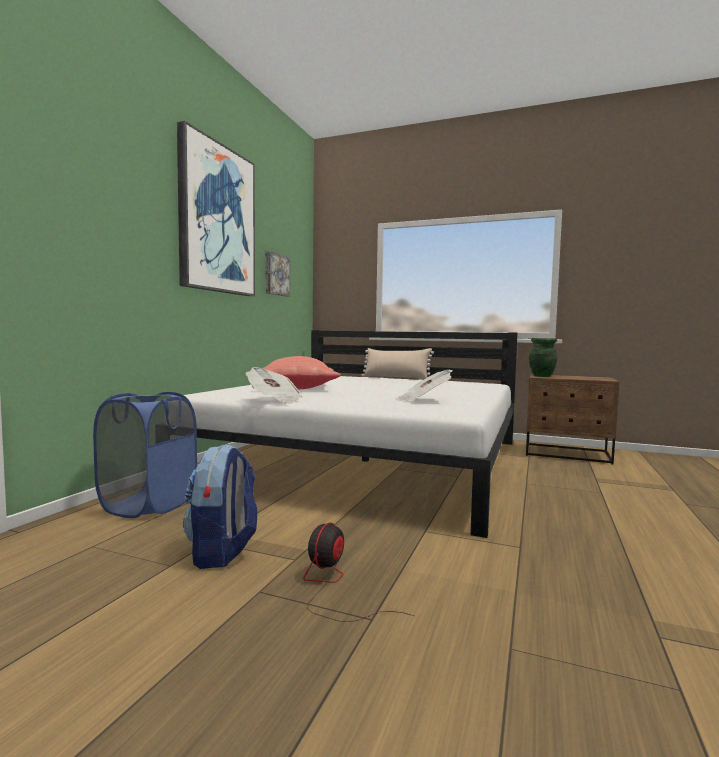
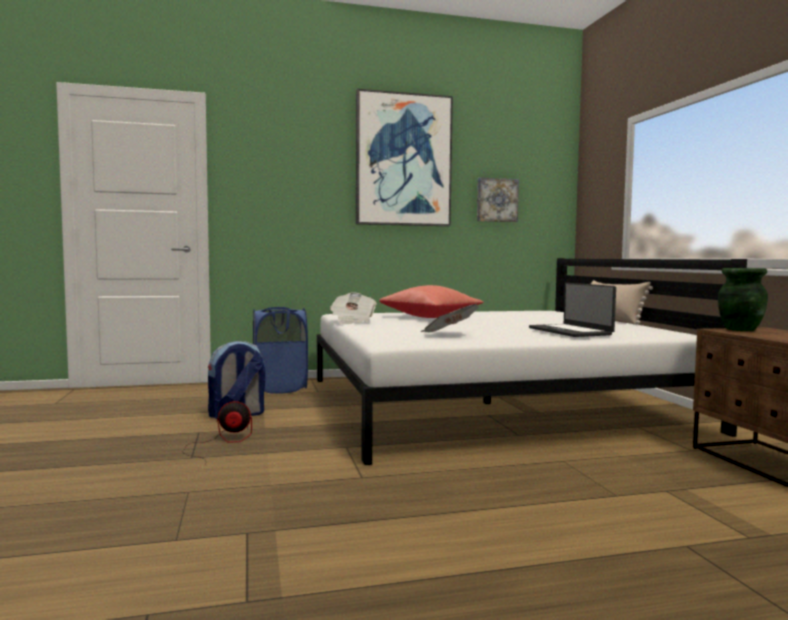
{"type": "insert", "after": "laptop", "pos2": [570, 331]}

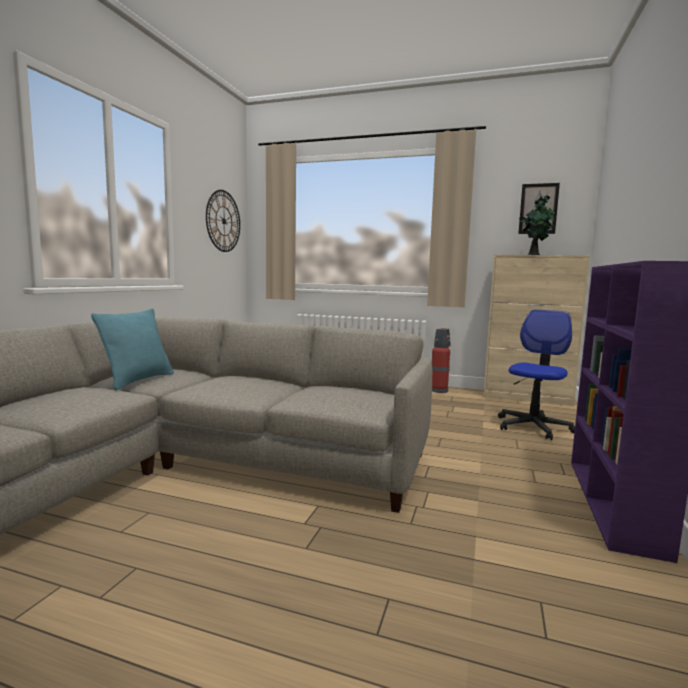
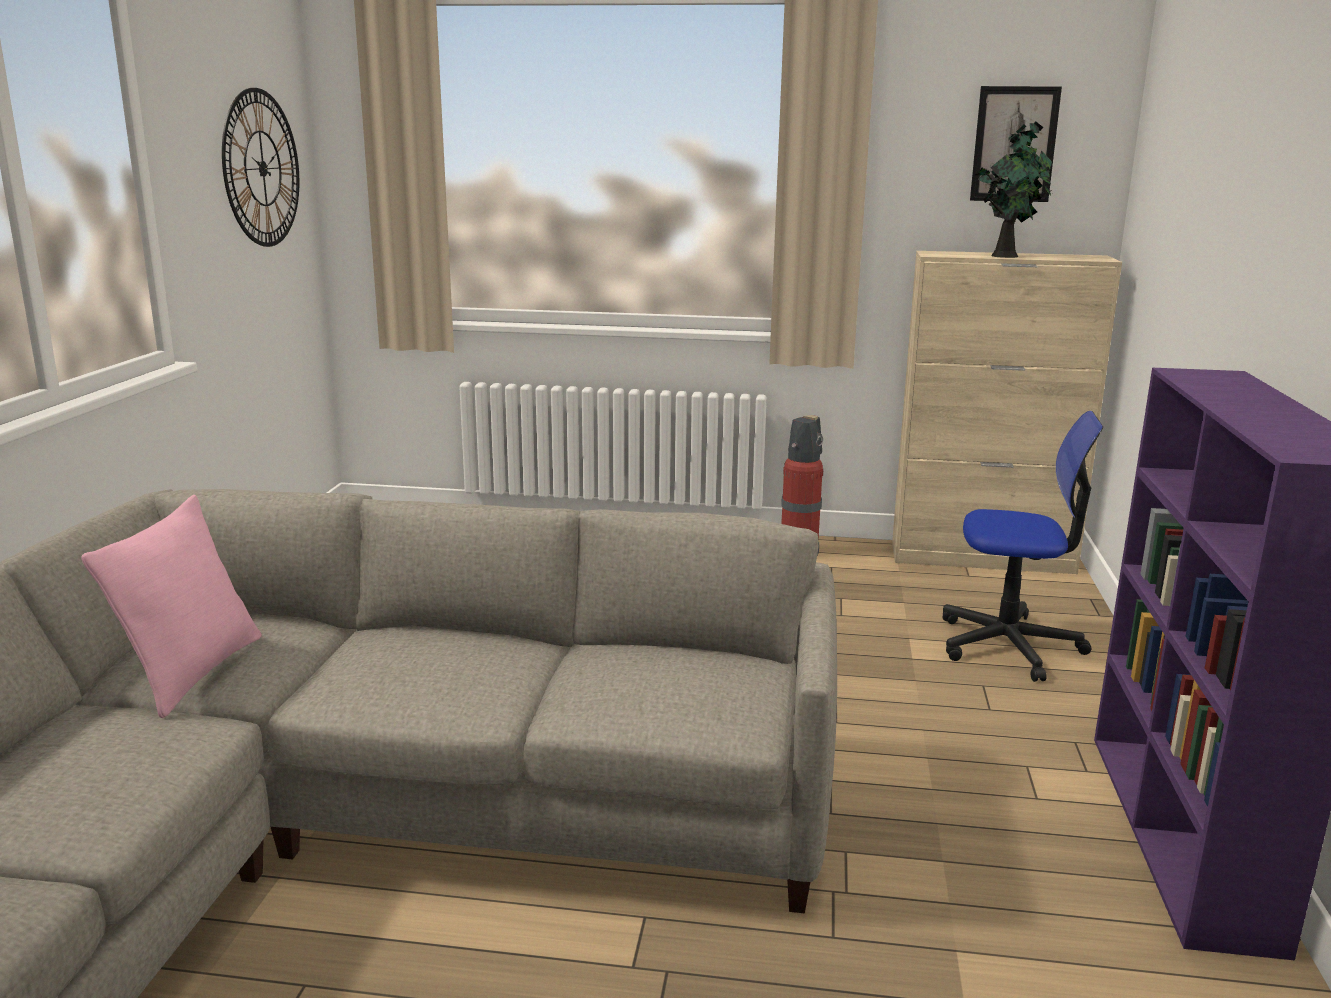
{"type": "recolor", "before": "pillow in blue-green", "after": "pillow in pink-coloured", "pos1": [138, 380], "pos2": [193, 673]}
{"type": "rotate", "before": "office chair", "pos1": [533, 427], "pos2": [1009, 645], "turn": 75}

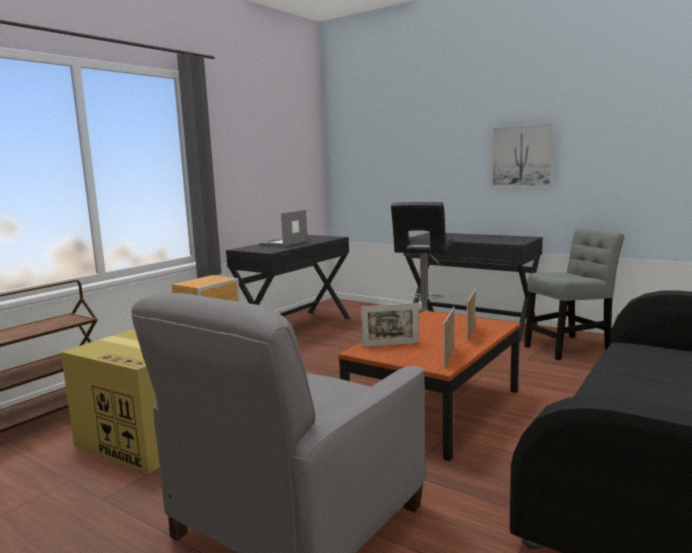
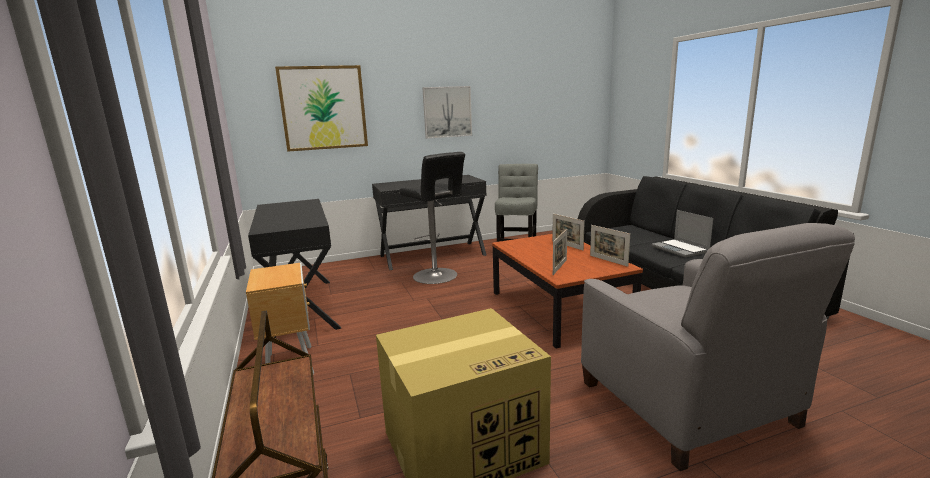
{"type": "insert", "after": "wall picture", "pos2": [323, 108]}
{"type": "move", "before": "laptop", "pos1": [284, 243], "pos2": [681, 249]}

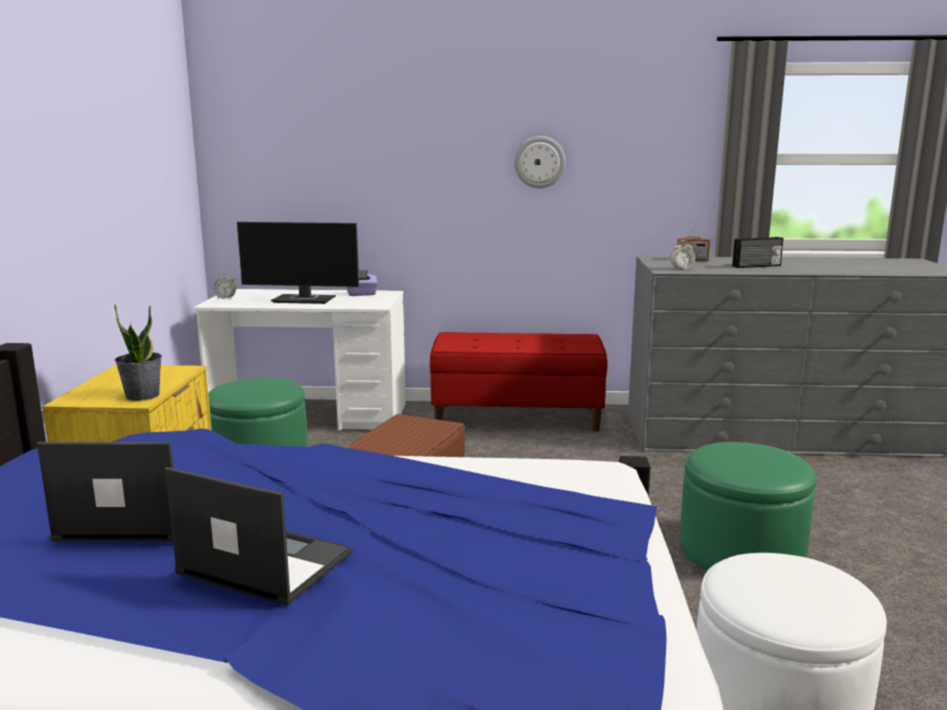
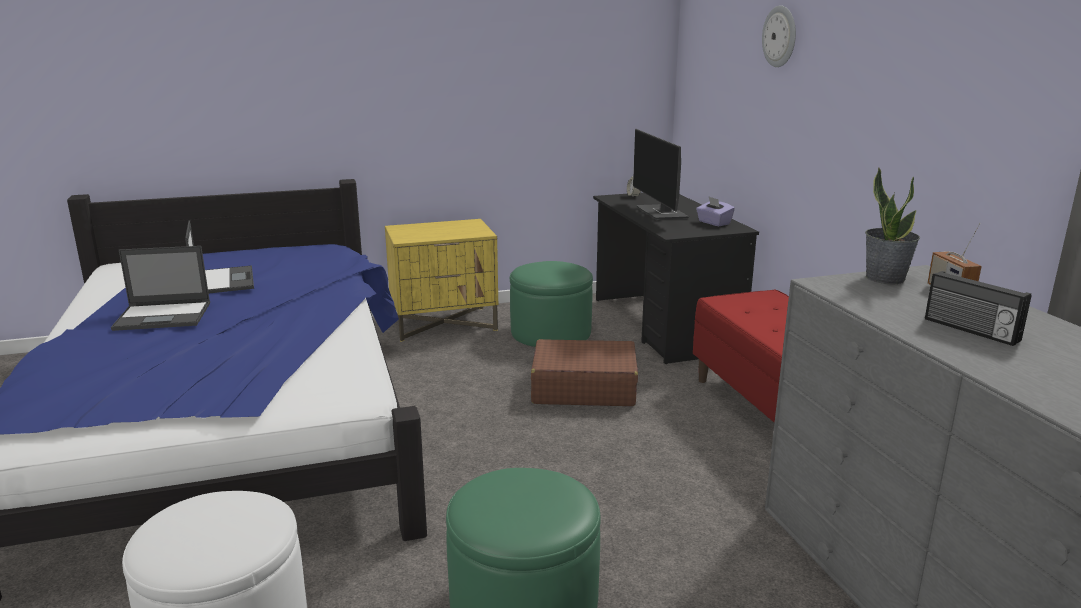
{"type": "rotate", "before": "laptop", "pos1": [263, 562], "pos2": [164, 316], "turn": 75}
{"type": "recolor", "before": "desk unit in white-coloured", "after": "desk unit in blackish", "pos1": [311, 416], "pos2": [664, 325]}
{"type": "move", "before": "clock on the wall", "pos1": [539, 162], "pos2": [780, 36]}
{"type": "move", "before": "plant in a pot", "pos1": [142, 395], "pos2": [885, 278]}
{"type": "delete", "before": "alarm clock", "pos1": [681, 269]}

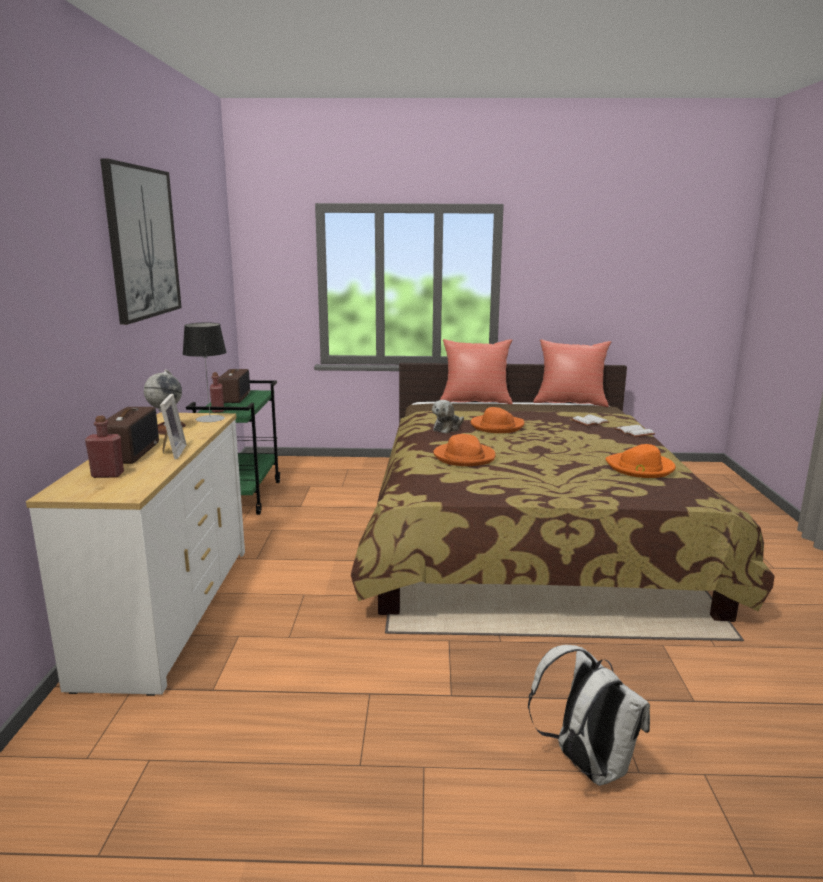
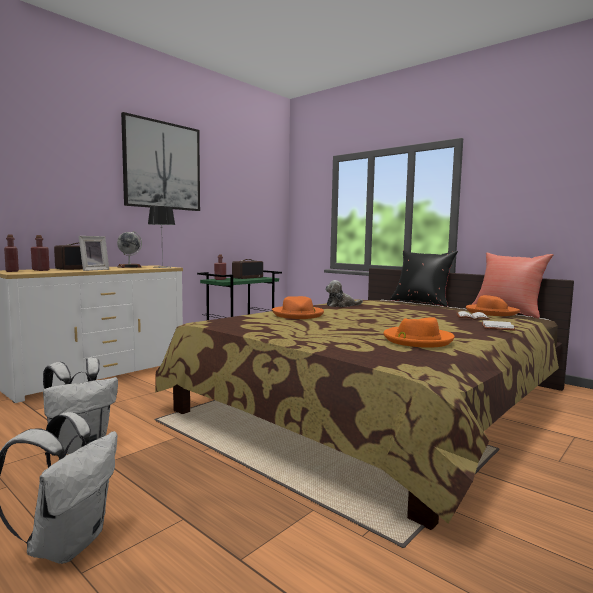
{"type": "insert", "after": "drink bottle in reddish", "pos2": [12, 271]}
{"type": "insert", "after": "knapsack in white-coloured", "pos2": [80, 445]}
{"type": "recolor", "before": "pillow in reddish", "after": "pillow in blackish", "pos1": [475, 401], "pos2": [421, 302]}
{"type": "move", "before": "hat in orange", "pos1": [497, 426], "pos2": [491, 312]}

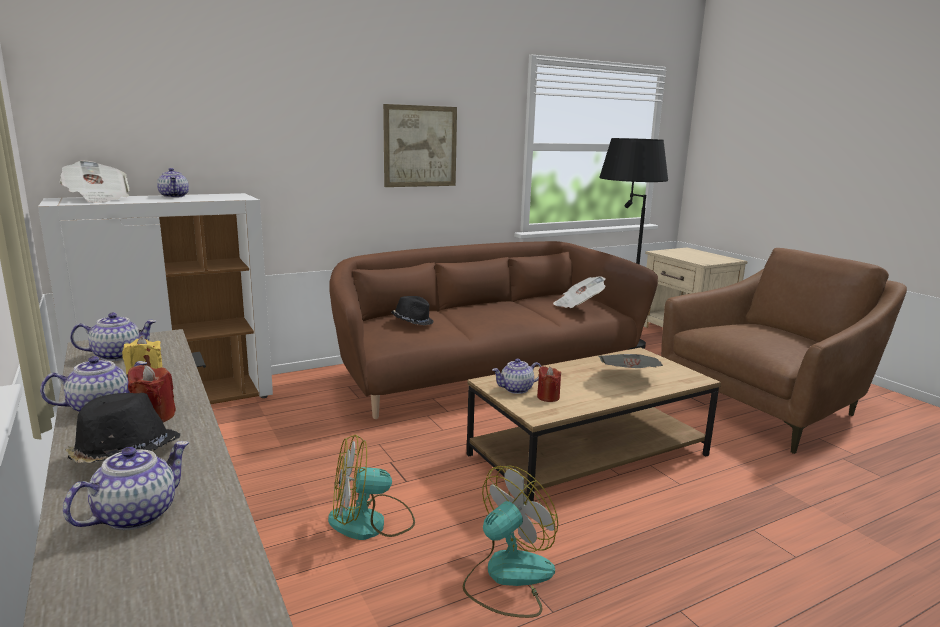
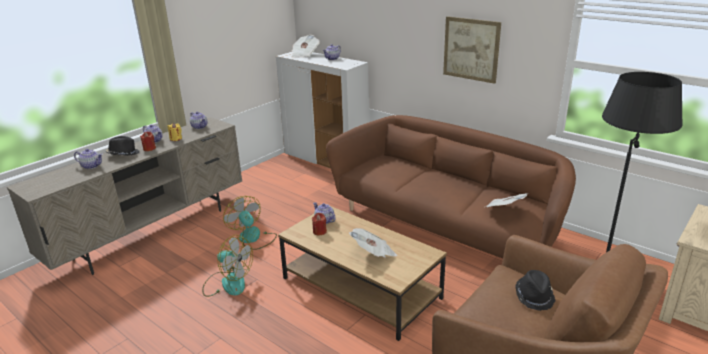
{"type": "move", "before": "hat in blackish", "pos1": [412, 321], "pos2": [534, 296]}

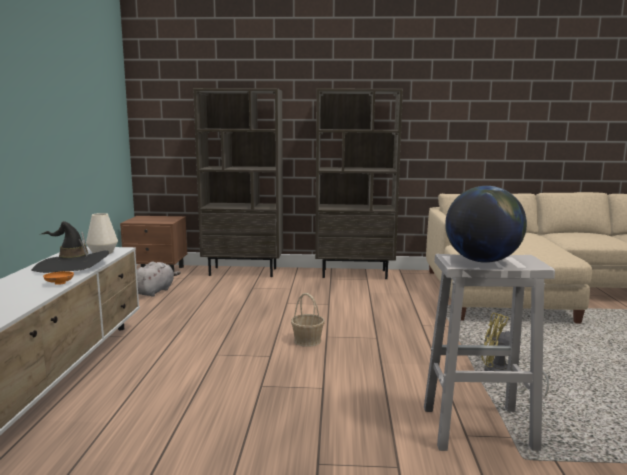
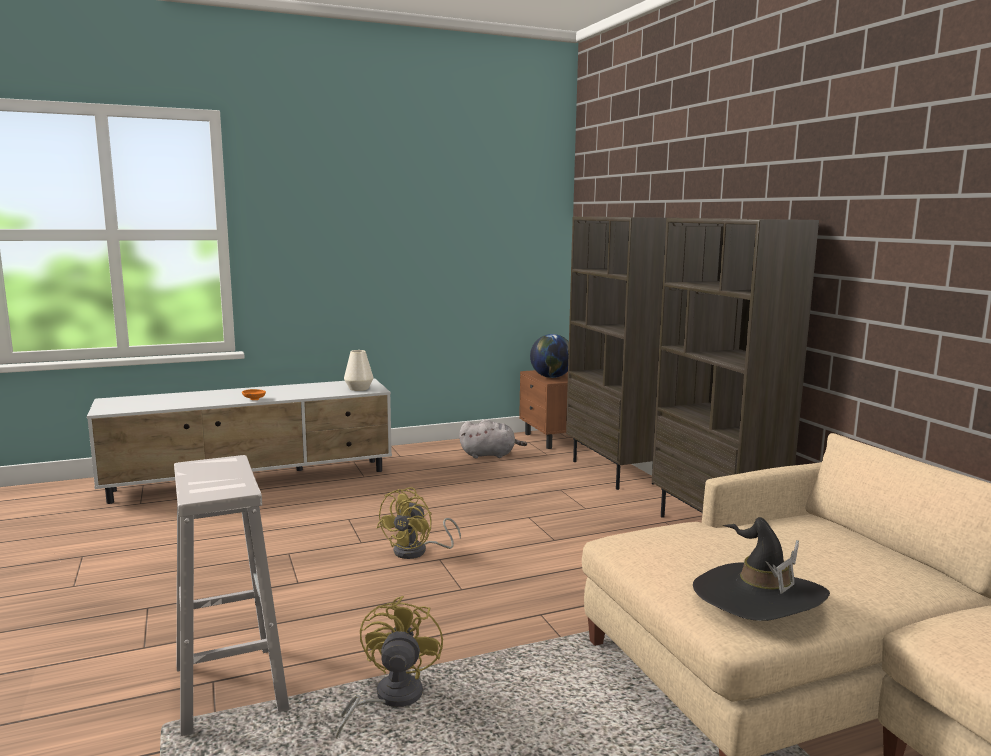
{"type": "replace", "before": "basket", "after": "fan in yellow-coloured", "pos1": [307, 340], "pos2": [417, 551]}
{"type": "move", "before": "globe", "pos1": [482, 261], "pos2": [551, 377]}
{"type": "move", "before": "hat in blackish", "pos1": [71, 266], "pos2": [758, 597]}

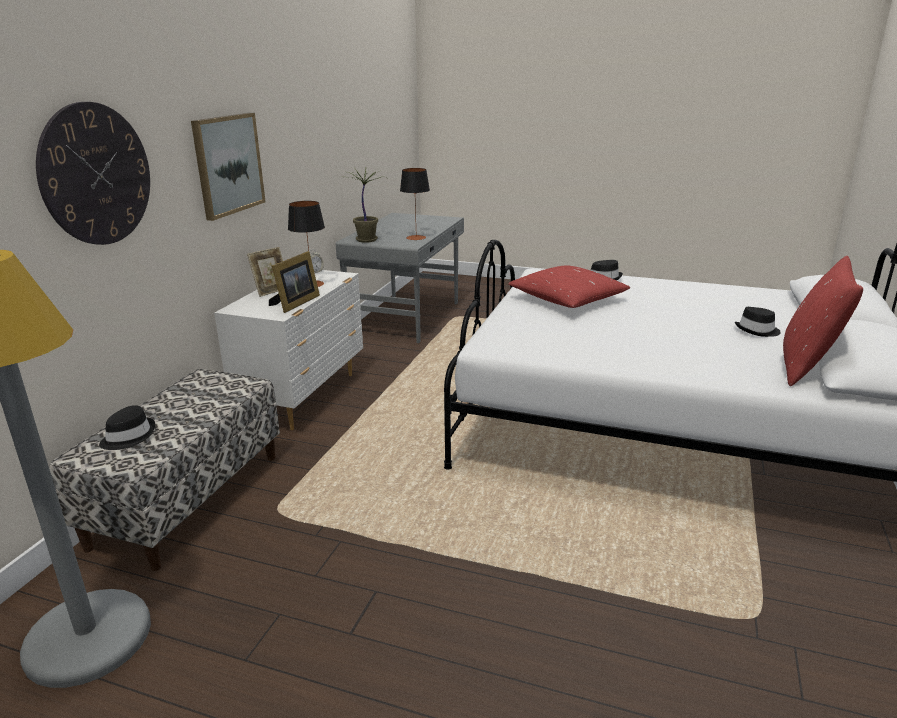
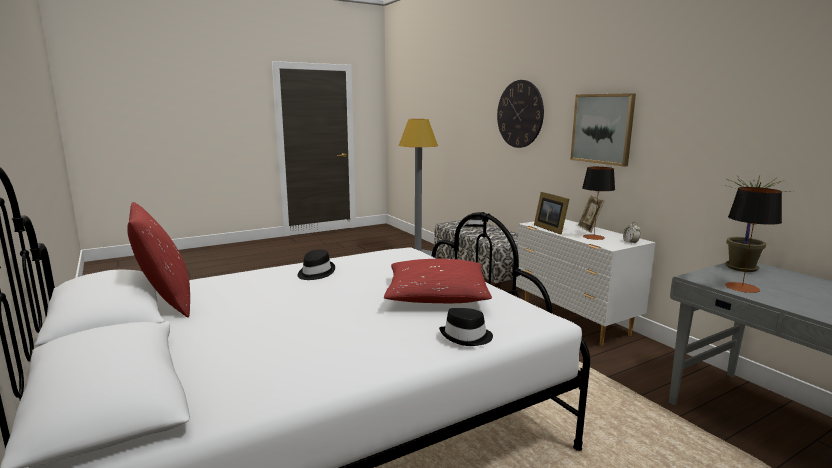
{"type": "move", "before": "hat in blackish", "pos1": [757, 330], "pos2": [315, 273]}

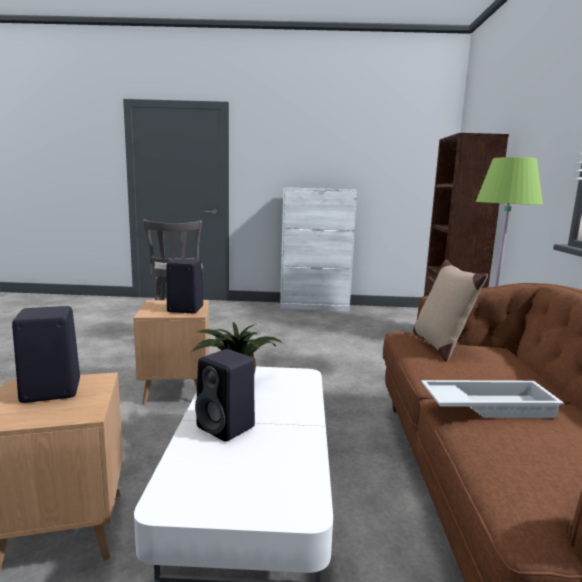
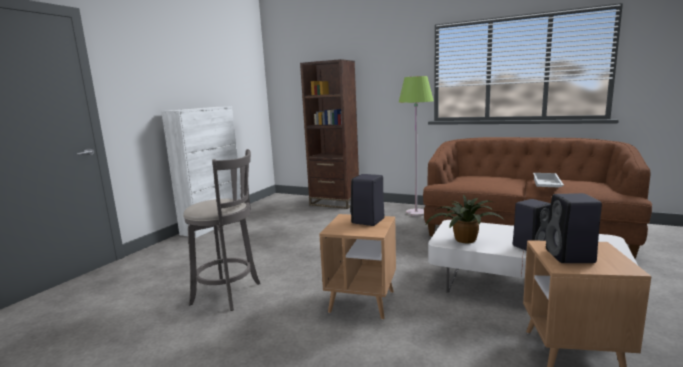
{"type": "delete", "before": "pillow in sand-coloured", "pos1": [440, 345]}

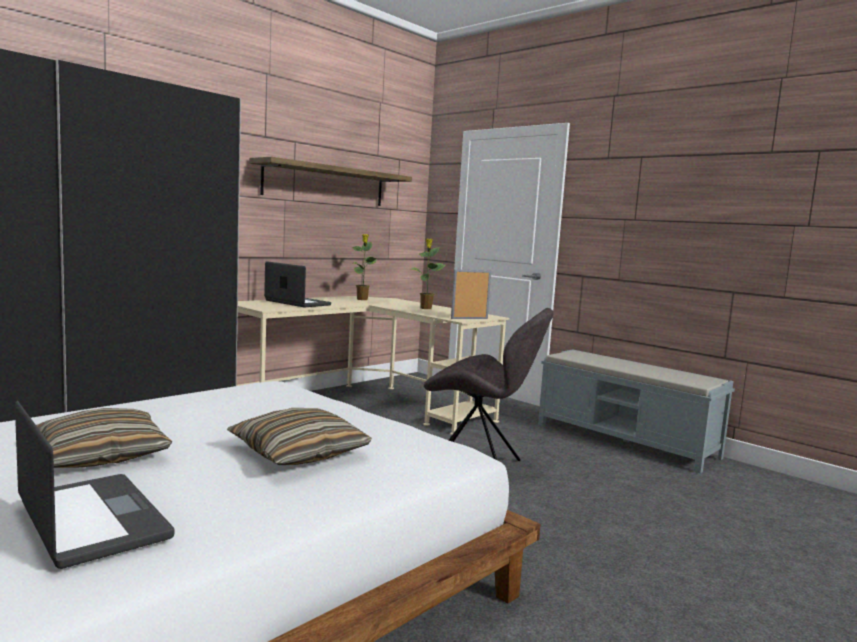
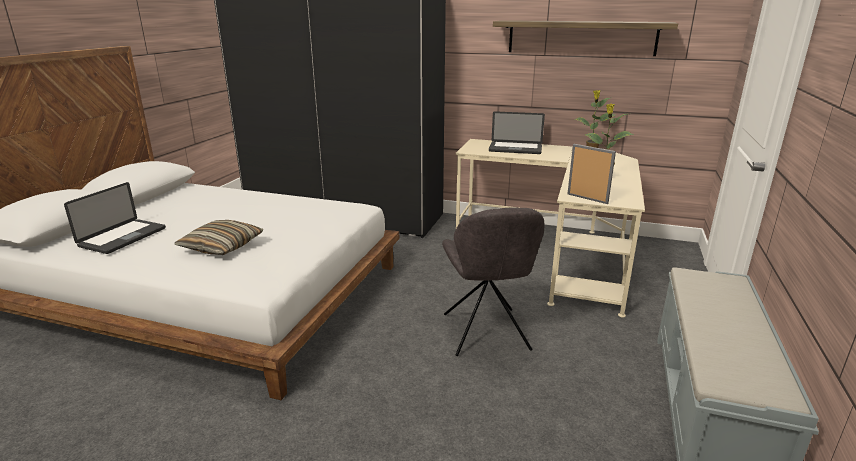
{"type": "rotate", "before": "laptop", "pos1": [297, 303], "pos2": [515, 149], "turn": 90}
{"type": "delete", "before": "pillow", "pos1": [101, 455]}

